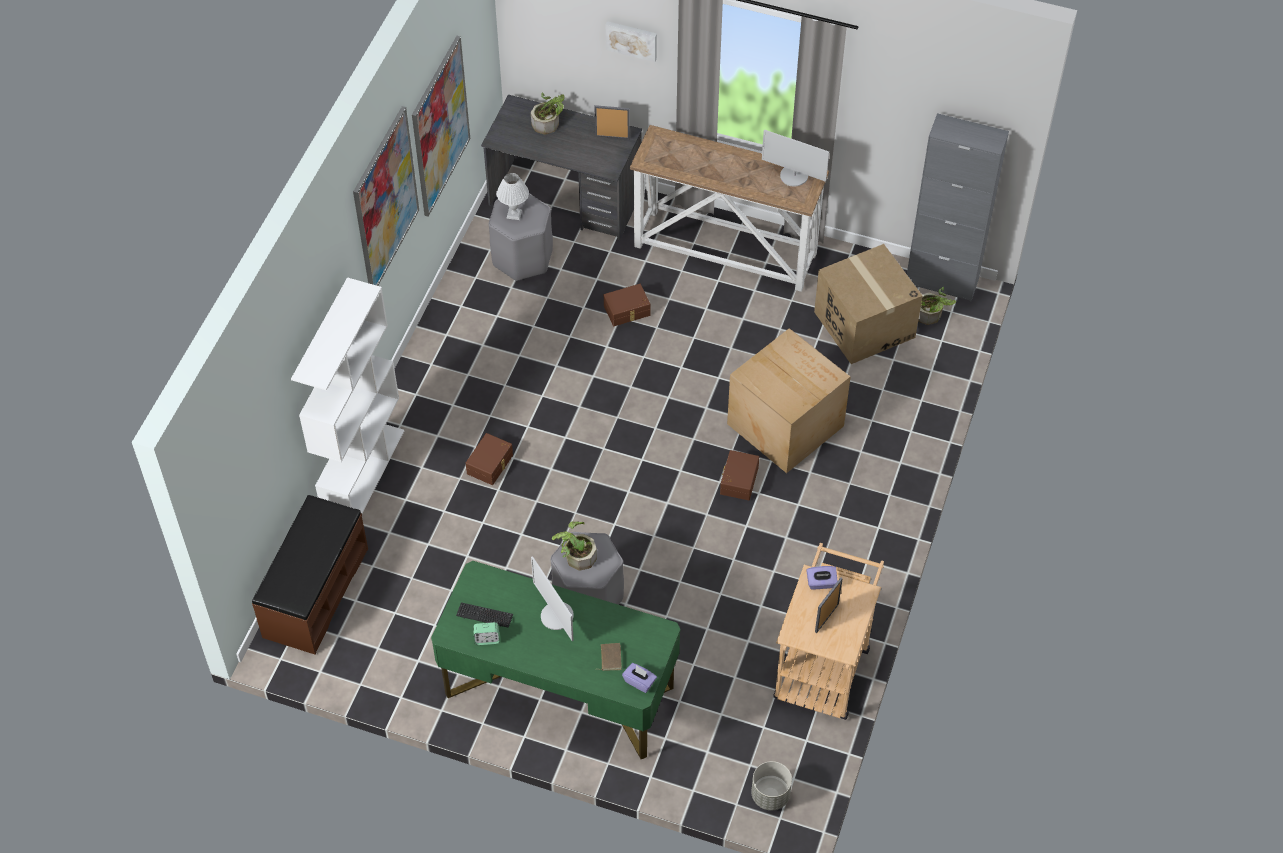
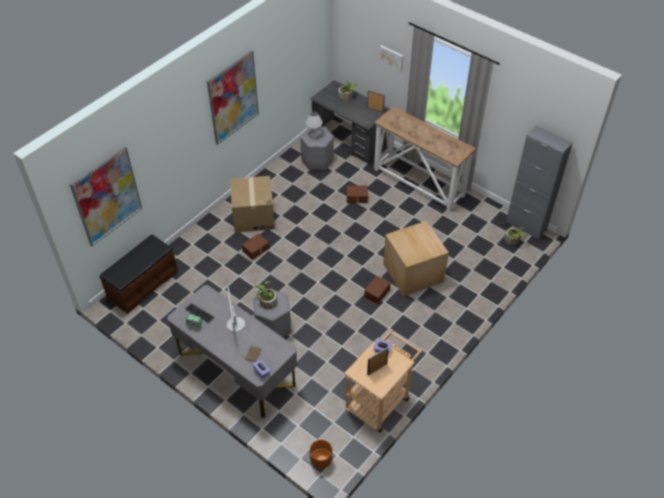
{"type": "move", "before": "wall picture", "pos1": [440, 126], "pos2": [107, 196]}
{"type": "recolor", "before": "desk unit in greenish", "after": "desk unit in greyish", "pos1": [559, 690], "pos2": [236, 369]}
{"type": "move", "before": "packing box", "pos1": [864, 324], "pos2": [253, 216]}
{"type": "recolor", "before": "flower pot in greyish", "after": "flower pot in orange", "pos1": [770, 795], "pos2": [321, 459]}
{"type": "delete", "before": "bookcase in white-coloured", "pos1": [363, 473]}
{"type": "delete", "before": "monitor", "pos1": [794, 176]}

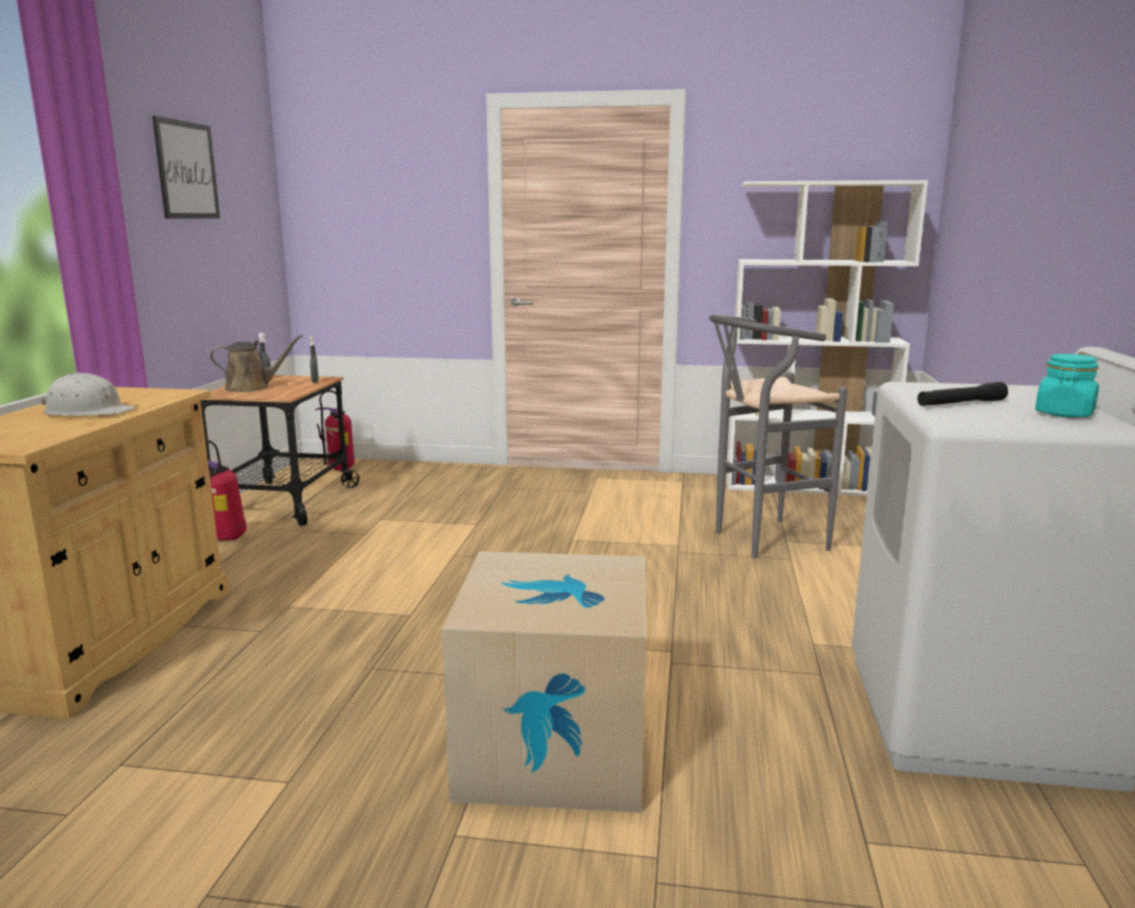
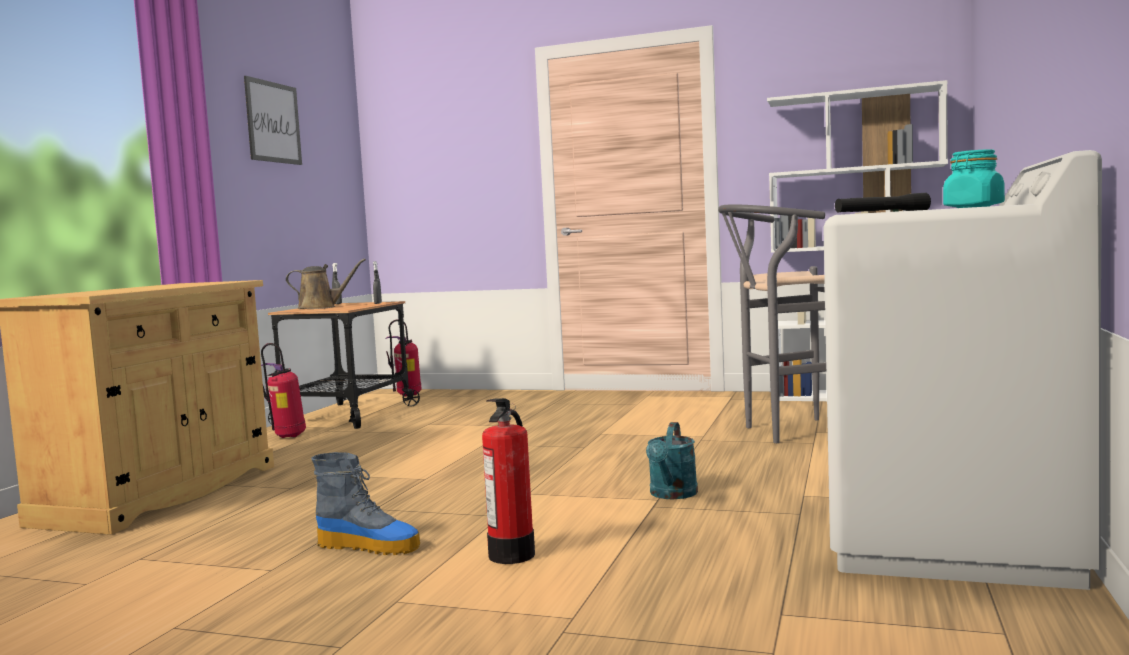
{"type": "insert", "after": "boot", "pos2": [370, 546]}
{"type": "replace", "before": "packing box", "after": "extinguisher", "pos1": [553, 748], "pos2": [512, 555]}
{"type": "insert", "after": "watering can in blue-green", "pos2": [672, 495]}
{"type": "delete", "before": "hard hat in white-coloured", "pos1": [88, 412]}

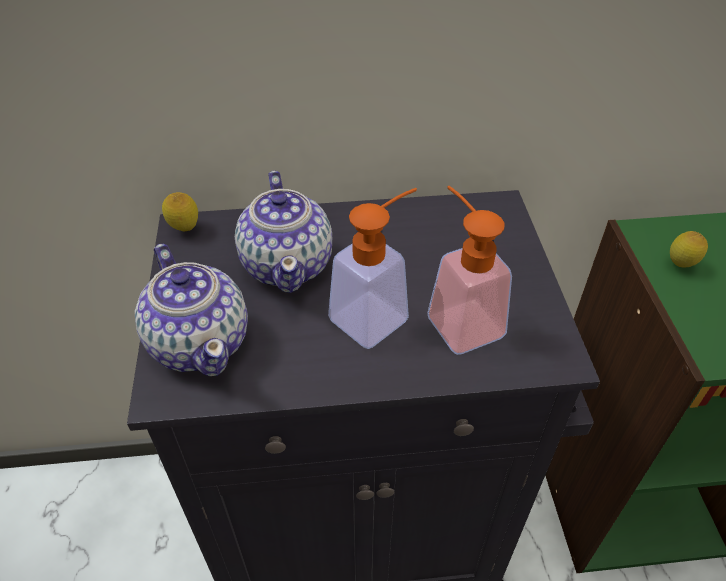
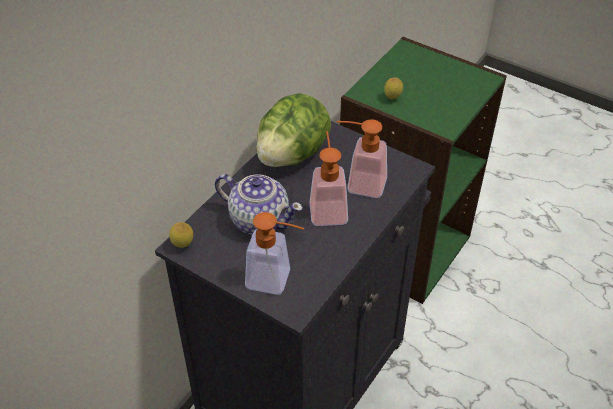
{"type": "replace", "before": "pot for tea", "after": "soap bottle", "pos1": [200, 342], "pos2": [276, 280]}
{"type": "insert", "after": "lettuce", "pos2": [292, 154]}

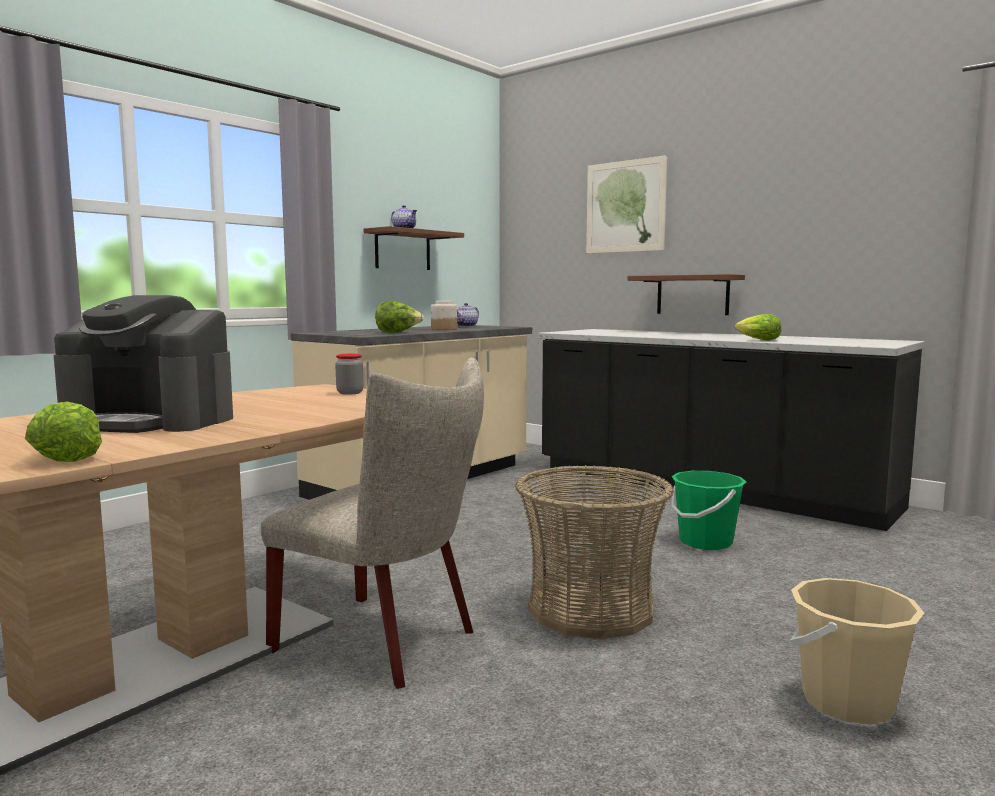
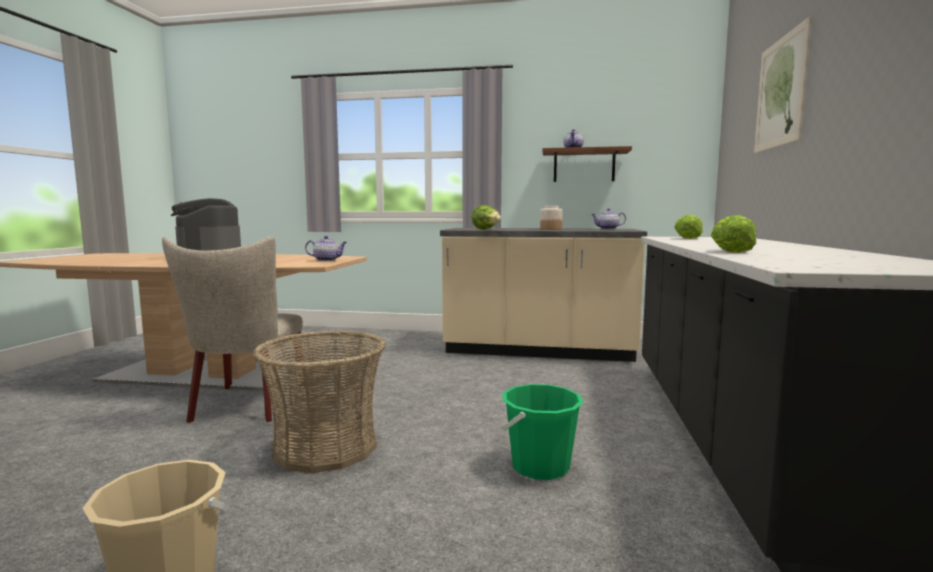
{"type": "replace", "before": "jar", "after": "pot for tea", "pos1": [350, 393], "pos2": [327, 260]}
{"type": "move", "before": "lettuce", "pos1": [66, 457], "pos2": [688, 238]}
{"type": "delete", "before": "wall shelf in brown-coloured", "pos1": [692, 295]}

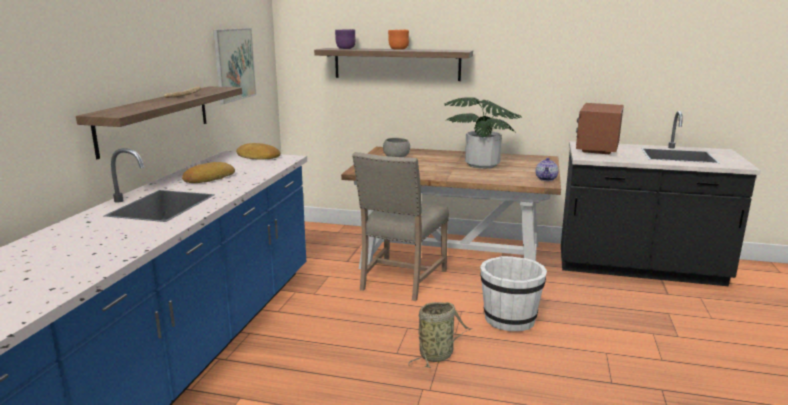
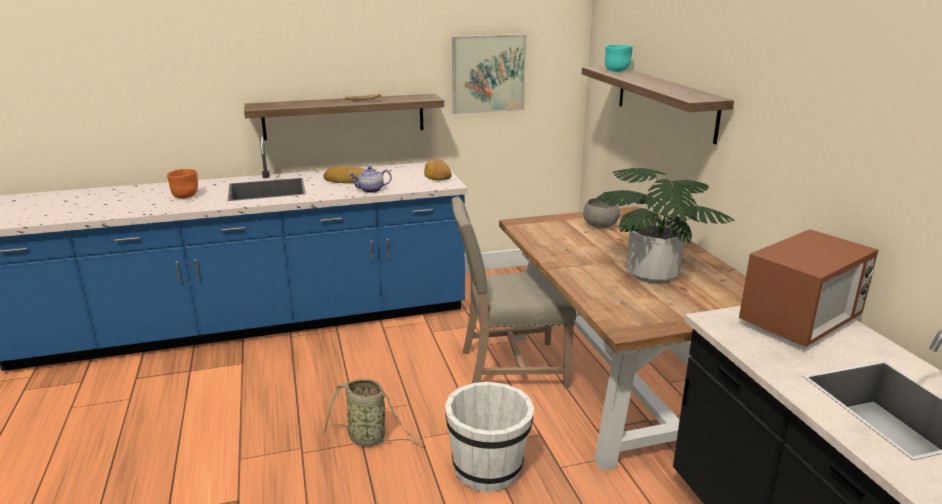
{"type": "move", "before": "bowl in orange", "pos1": [398, 49], "pos2": [186, 196]}
{"type": "move", "before": "pot for tea", "pos1": [546, 179], "pos2": [371, 190]}
{"type": "recolor", "before": "bowl in purple", "after": "bowl in blue-green", "pos1": [345, 48], "pos2": [617, 70]}
{"type": "rotate", "before": "microwave", "pos1": [597, 148], "pos2": [800, 322], "turn": 150}

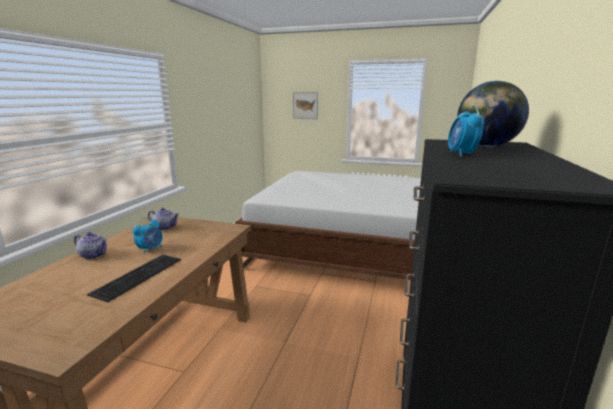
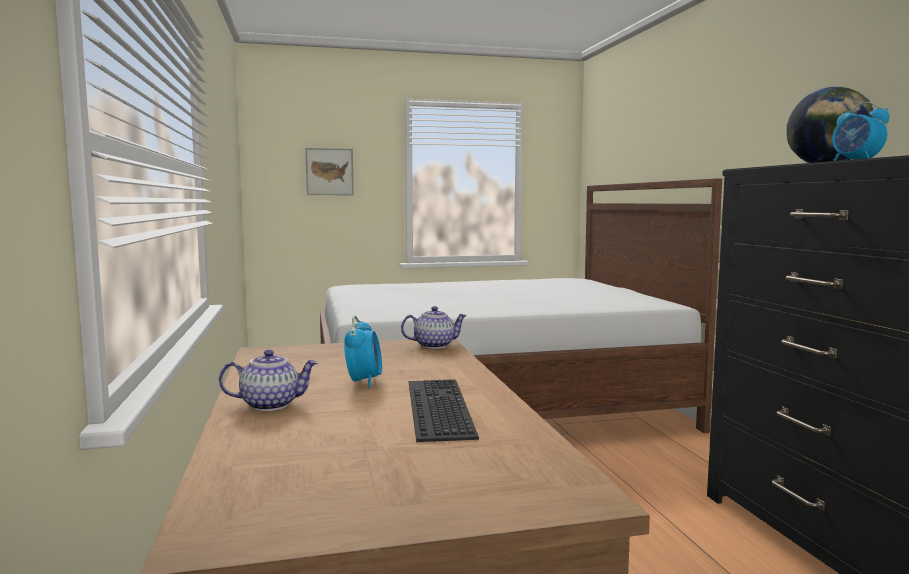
{"type": "move", "before": "pot for tea", "pos1": [165, 227], "pos2": [434, 345]}

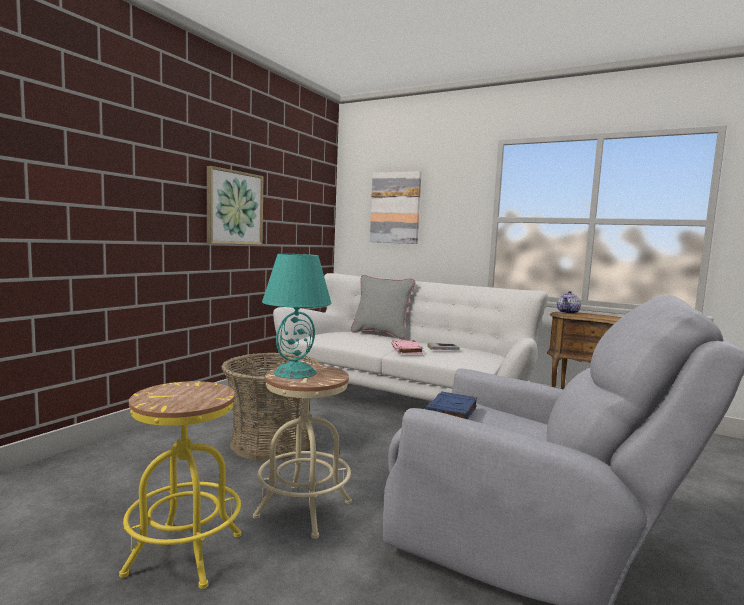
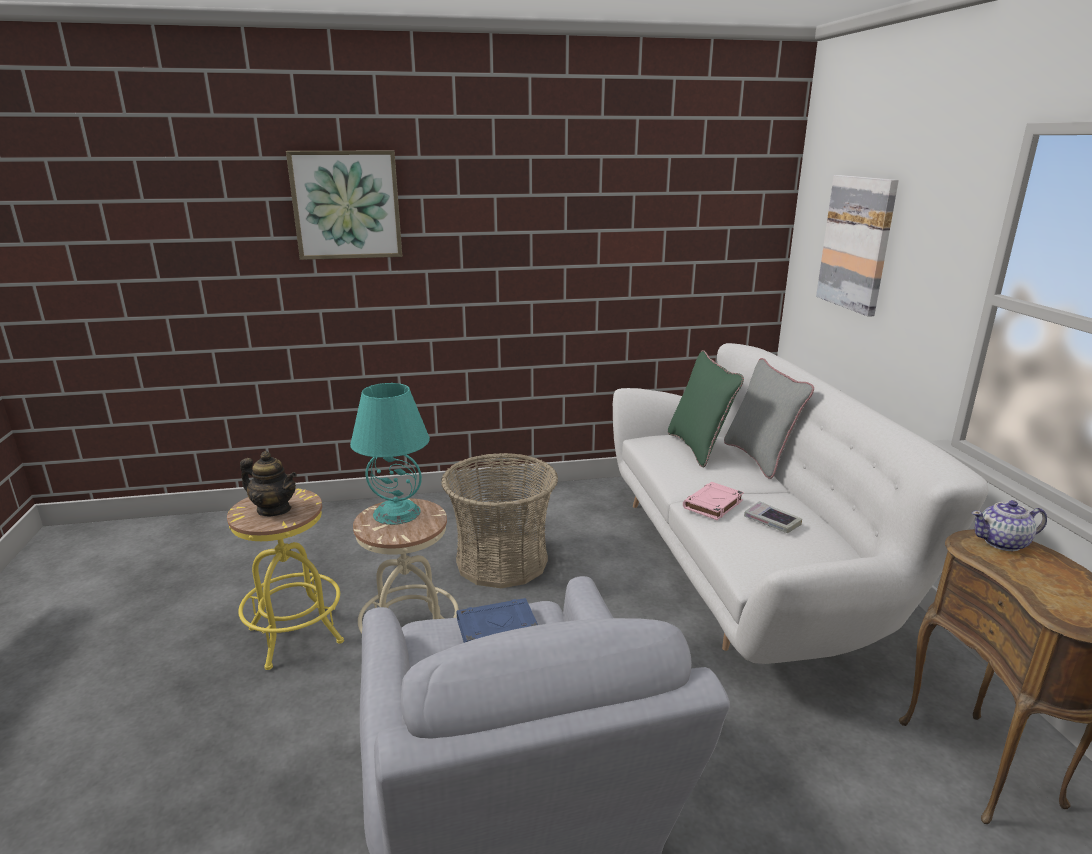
{"type": "insert", "after": "pot for tea", "pos2": [274, 510]}
{"type": "move", "before": "wall picture", "pos1": [234, 208], "pos2": [346, 205]}
{"type": "insert", "after": "pillow in greenish", "pos2": [698, 448]}

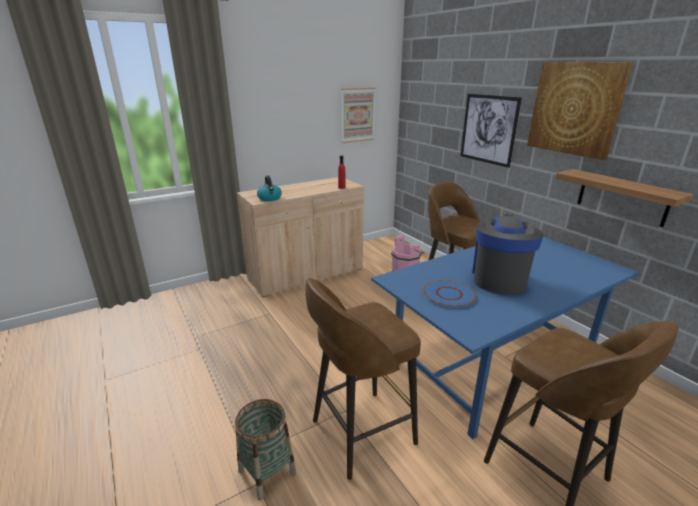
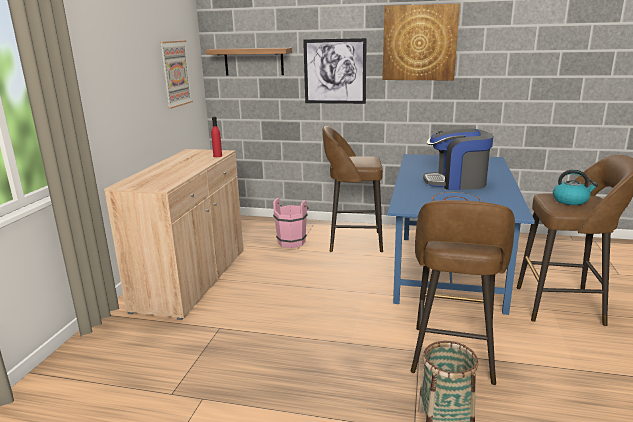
{"type": "move", "before": "wall shelf", "pos1": [622, 197], "pos2": [253, 61]}
{"type": "rotate", "before": "coffee maker", "pos1": [499, 277], "pos2": [456, 183], "turn": -60}
{"type": "move", "before": "tea kettle", "pos1": [270, 198], "pos2": [571, 201]}

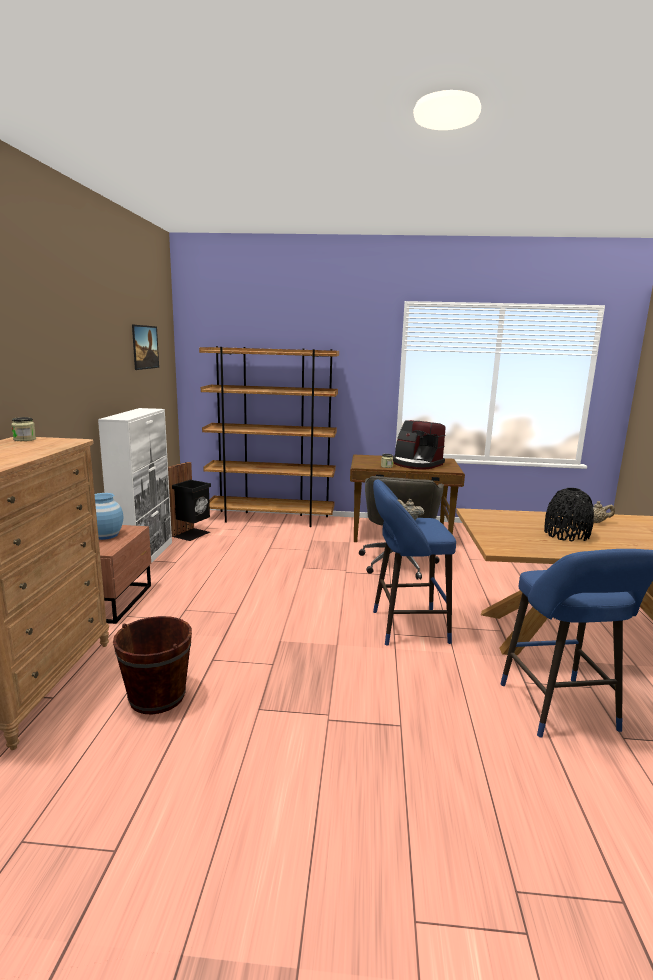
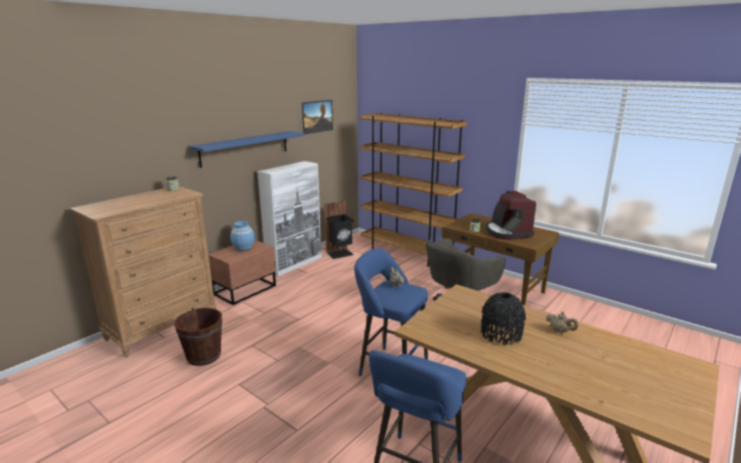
{"type": "insert", "after": "wall shelf in blue", "pos2": [245, 148]}

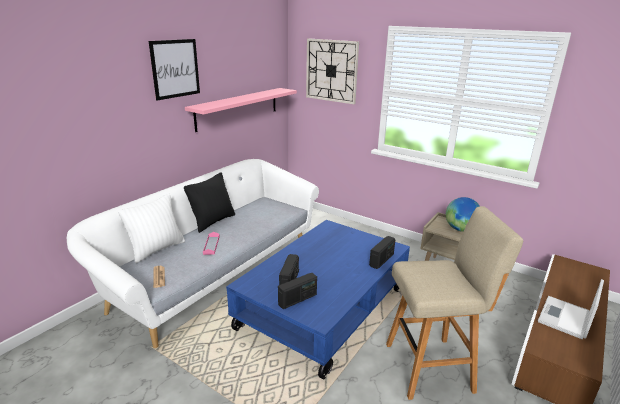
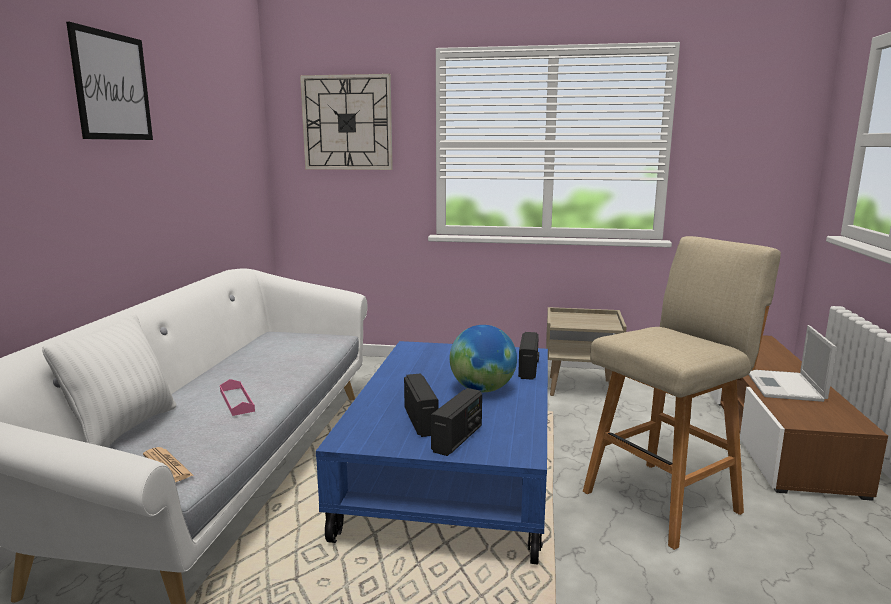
{"type": "move", "before": "globe", "pos1": [460, 229], "pos2": [482, 389]}
{"type": "delete", "before": "pillow in blackish", "pos1": [213, 221]}
{"type": "delete", "before": "wall shelf in pink-coloured", "pos1": [238, 108]}

